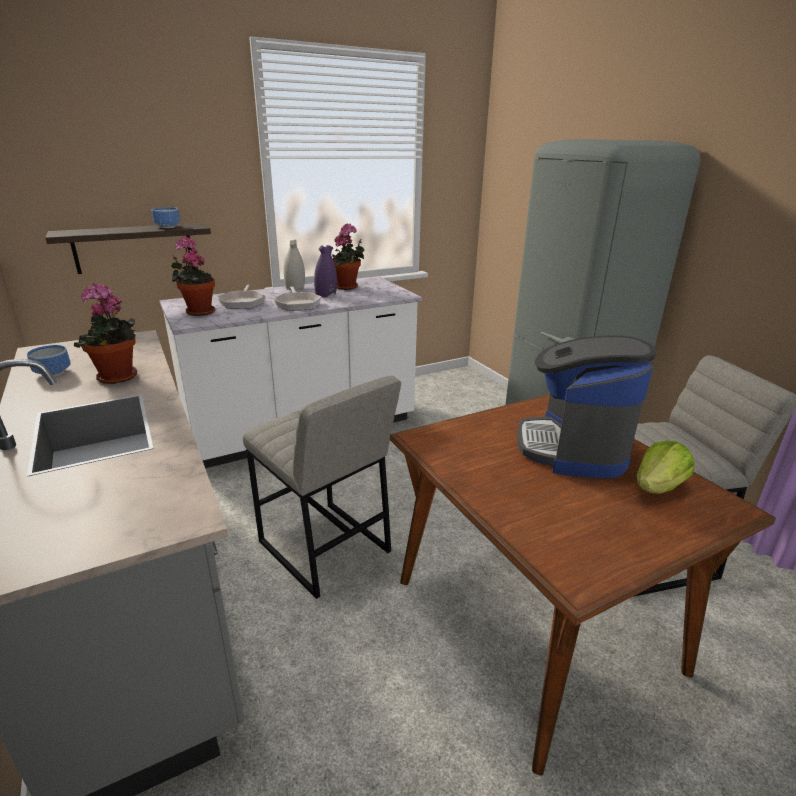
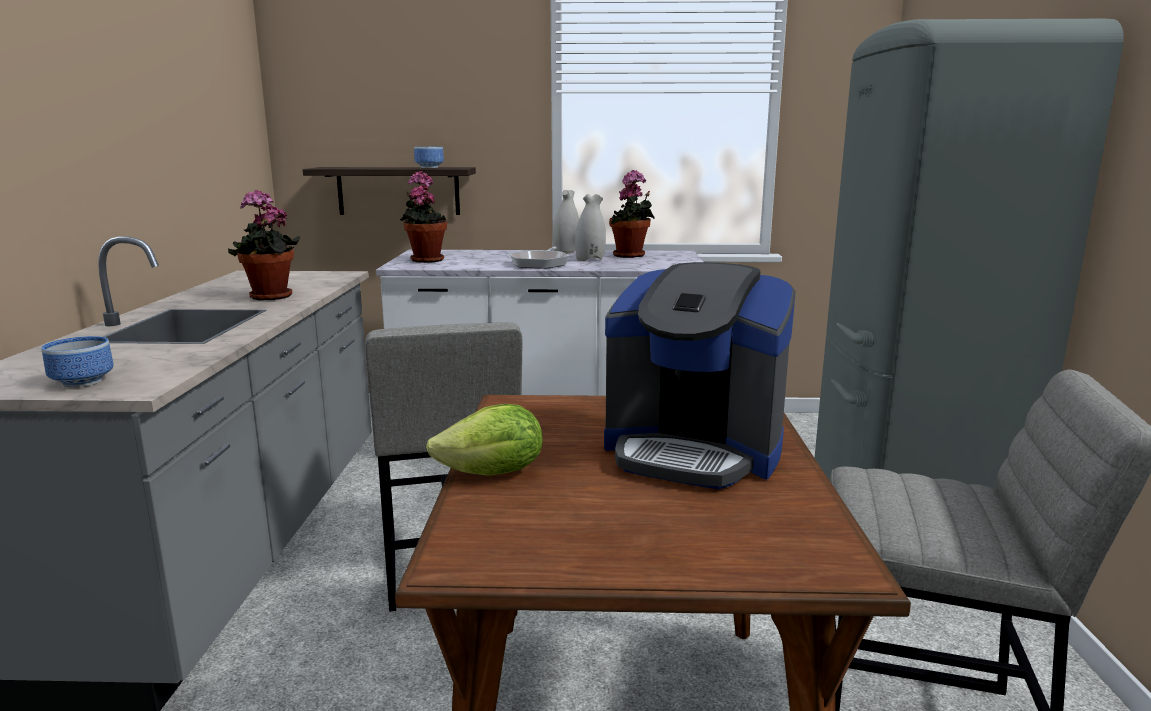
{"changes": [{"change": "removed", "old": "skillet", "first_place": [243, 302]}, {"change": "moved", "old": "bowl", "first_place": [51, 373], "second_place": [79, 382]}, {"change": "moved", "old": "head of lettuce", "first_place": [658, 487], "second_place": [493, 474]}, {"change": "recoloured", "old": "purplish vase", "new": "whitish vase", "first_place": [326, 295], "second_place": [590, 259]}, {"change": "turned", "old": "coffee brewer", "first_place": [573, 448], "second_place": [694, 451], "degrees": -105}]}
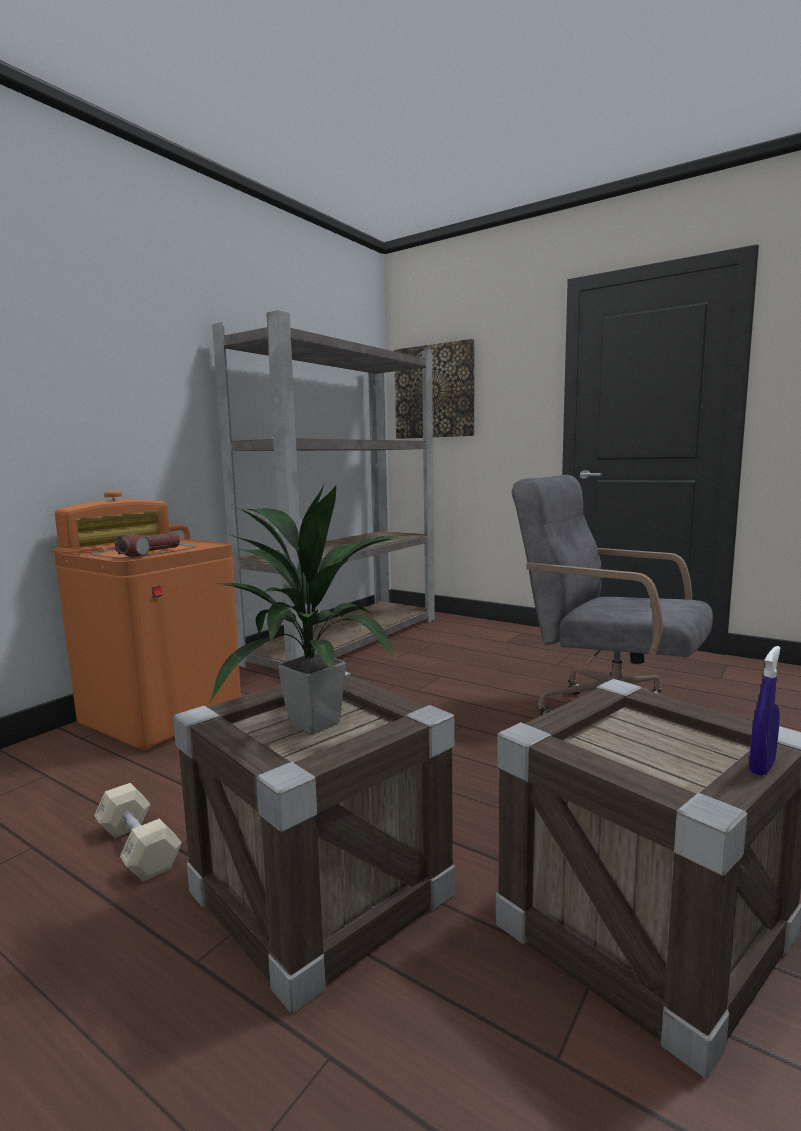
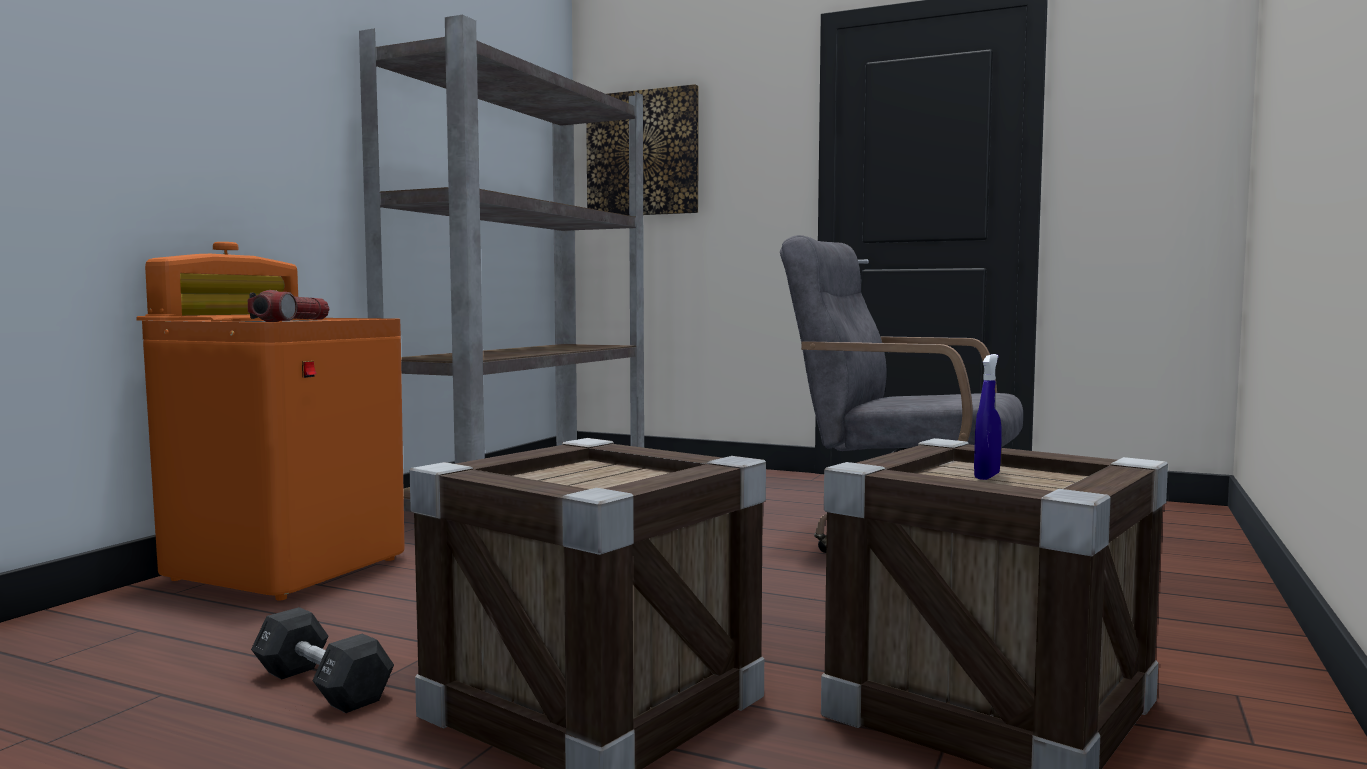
{"changes": [{"change": "removed", "old": "potted plant", "first_place": [313, 722]}, {"change": "moved", "old": "bluish hand sprayer", "first_place": [762, 767], "second_place": [987, 476]}, {"change": "recoloured", "old": "beige-coloured dumbbell", "new": "black dumbbell", "first_place": [138, 848], "second_place": [322, 686]}]}
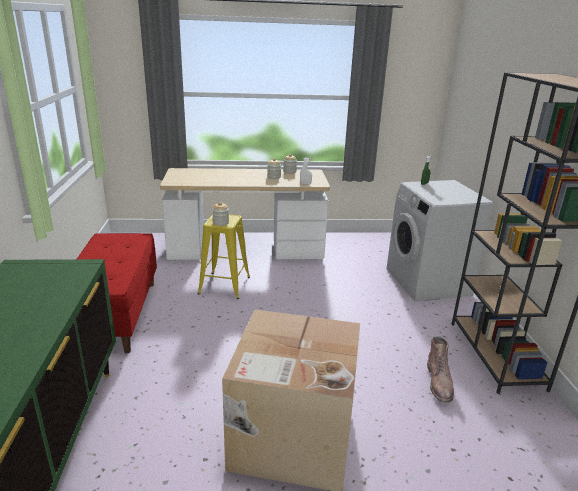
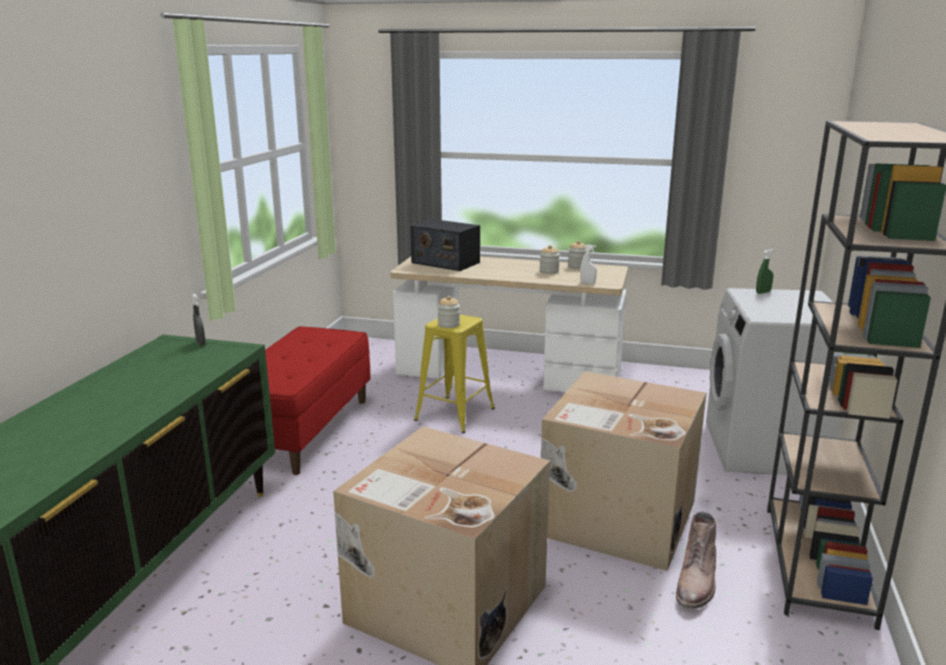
{"changes": [{"change": "added", "new": "gray hand sprayer", "second_place": [201, 343]}, {"change": "added", "new": "radio receiver", "second_place": [445, 262]}, {"change": "added", "new": "packing box", "second_place": [616, 518]}]}
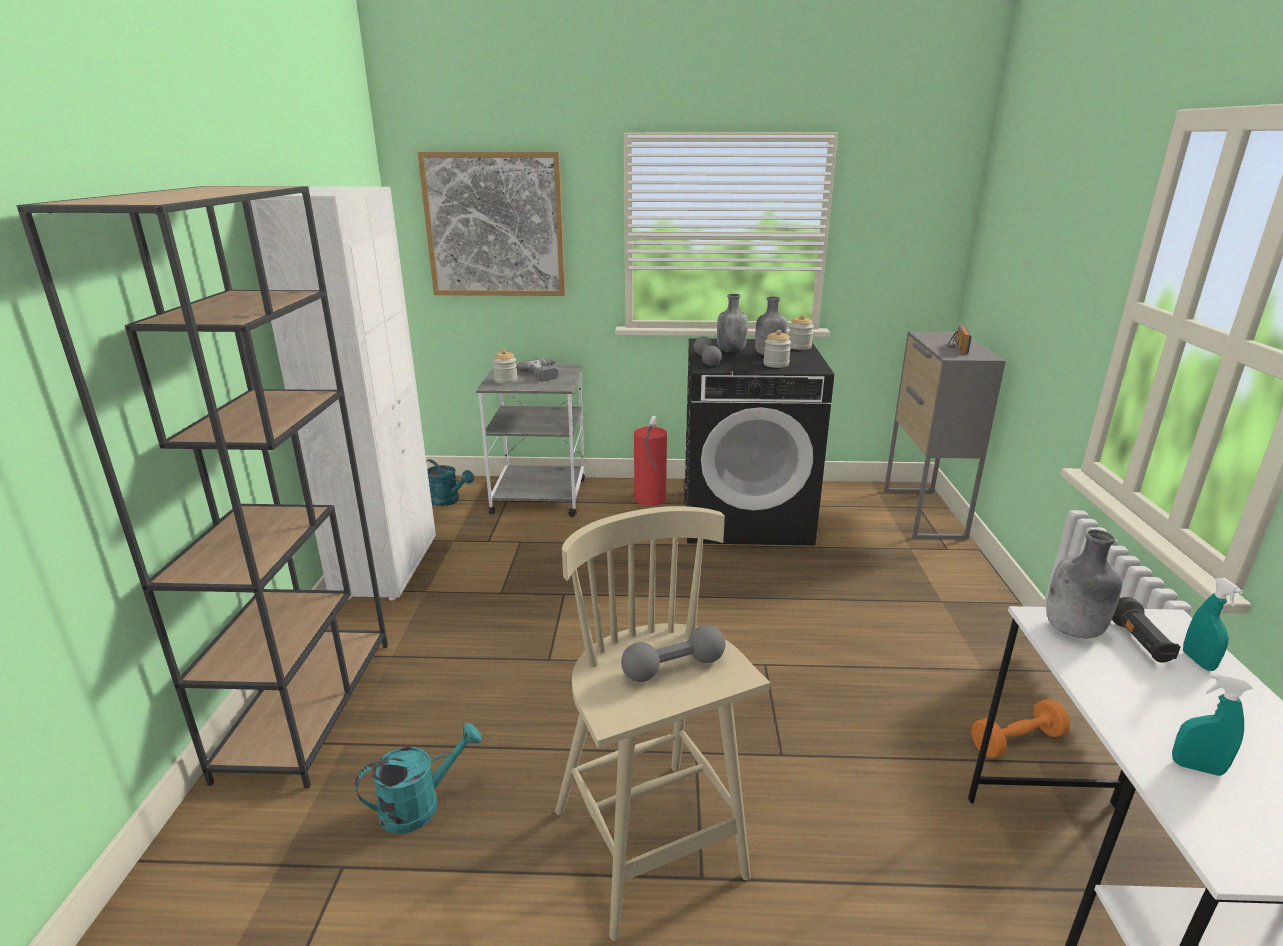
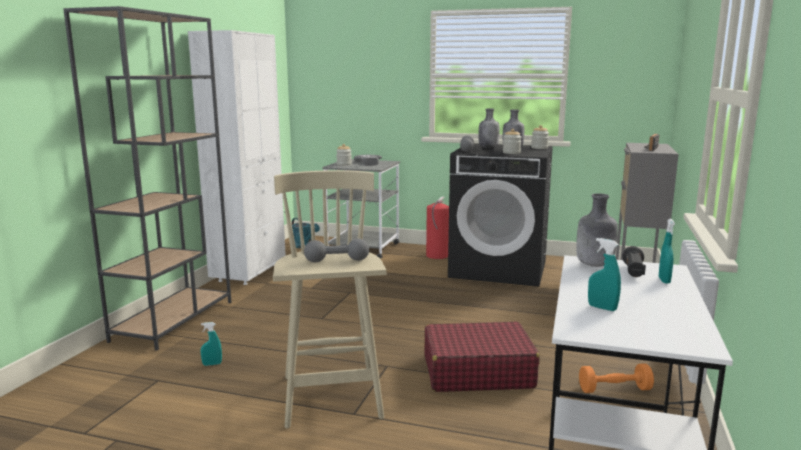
{"changes": [{"change": "removed", "old": "wall art", "first_place": [495, 225]}, {"change": "added", "new": "red suitcase", "second_place": [477, 371]}, {"change": "replaced", "old": "turquoise-coloured watering pot", "new": "turquoise-coloured hand sprayer", "first_place": [420, 804], "second_place": [212, 364]}]}
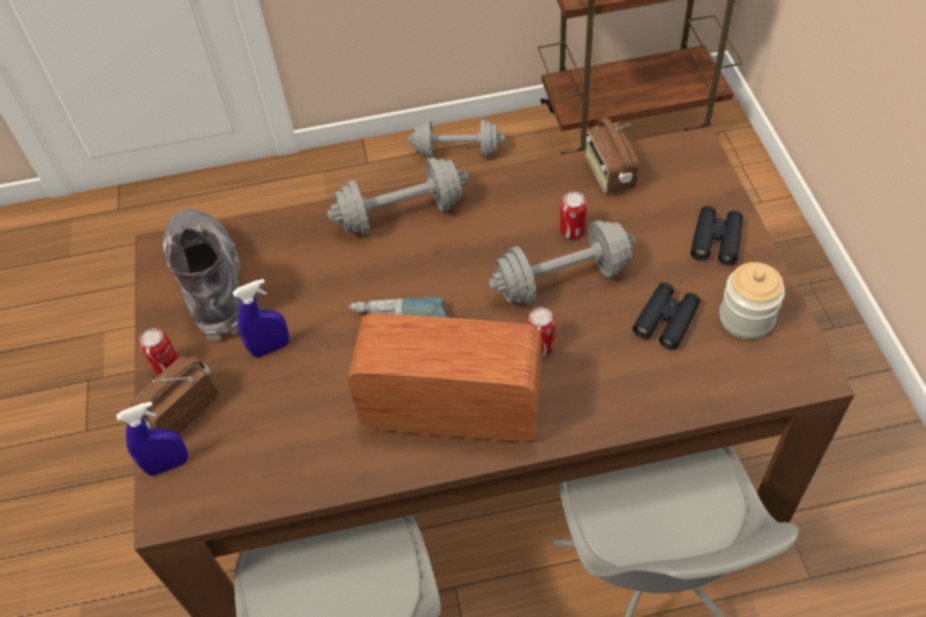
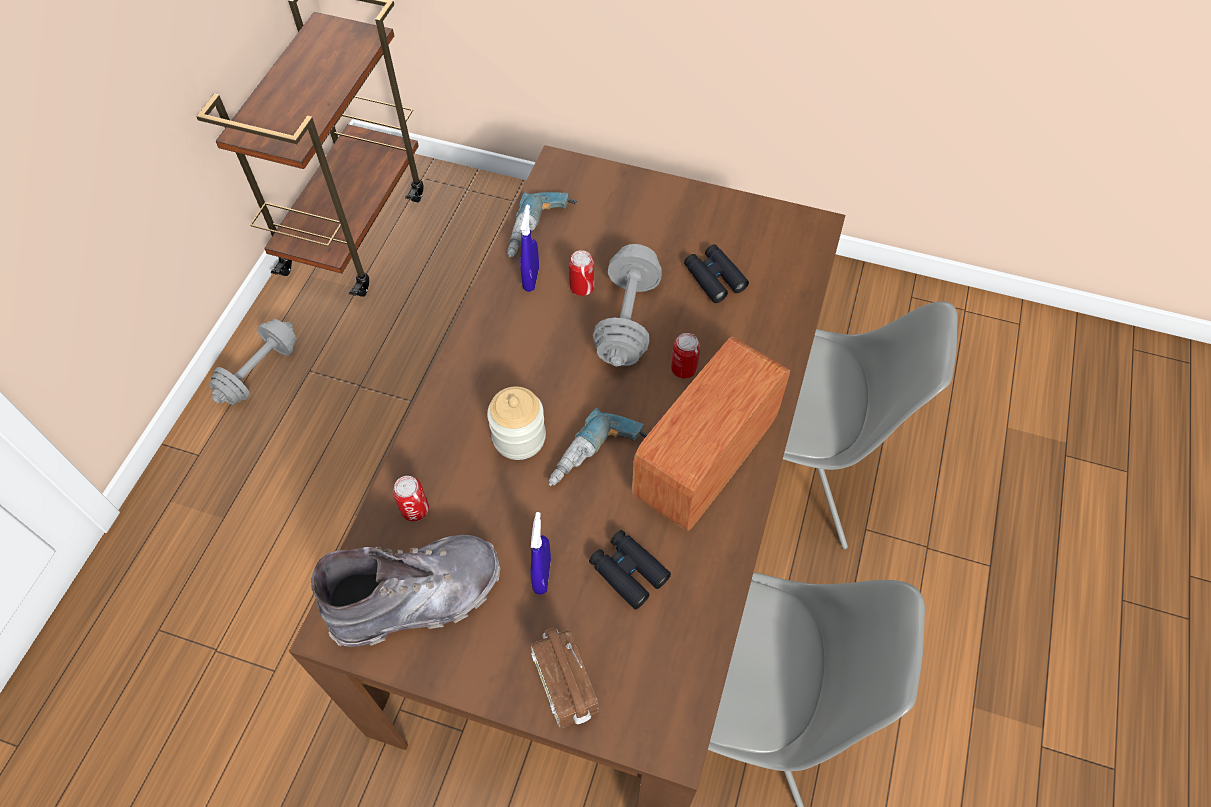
{"changes": [{"change": "removed", "old": "gray dumbbell", "first_place": [401, 214]}, {"change": "moved", "old": "bluish hand sprayer", "first_place": [168, 465], "second_place": [531, 279]}, {"change": "moved", "old": "sealed can", "first_place": [167, 366], "second_place": [415, 509]}, {"change": "moved", "old": "black field glasses", "first_place": [716, 240], "second_place": [628, 572]}, {"change": "moved", "old": "preserve jar", "first_place": [746, 318], "second_place": [519, 437]}, {"change": "replaced", "old": "radio receiver", "new": "power drill", "first_place": [608, 174], "second_place": [541, 232]}, {"change": "turned", "old": "gray boot", "first_place": [211, 282], "second_place": [418, 598], "degrees": 150}]}
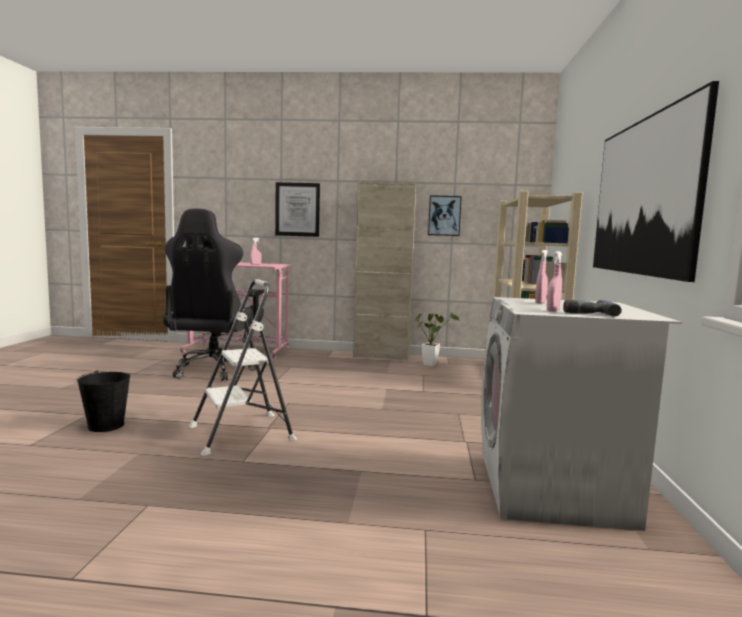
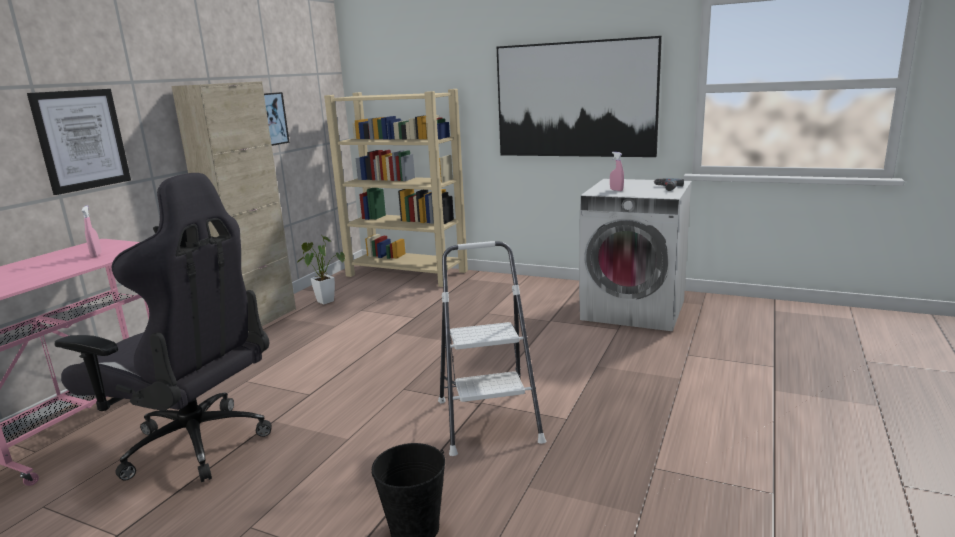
{"changes": [{"change": "removed", "old": "pinkish hand sprayer", "first_place": [553, 310]}]}
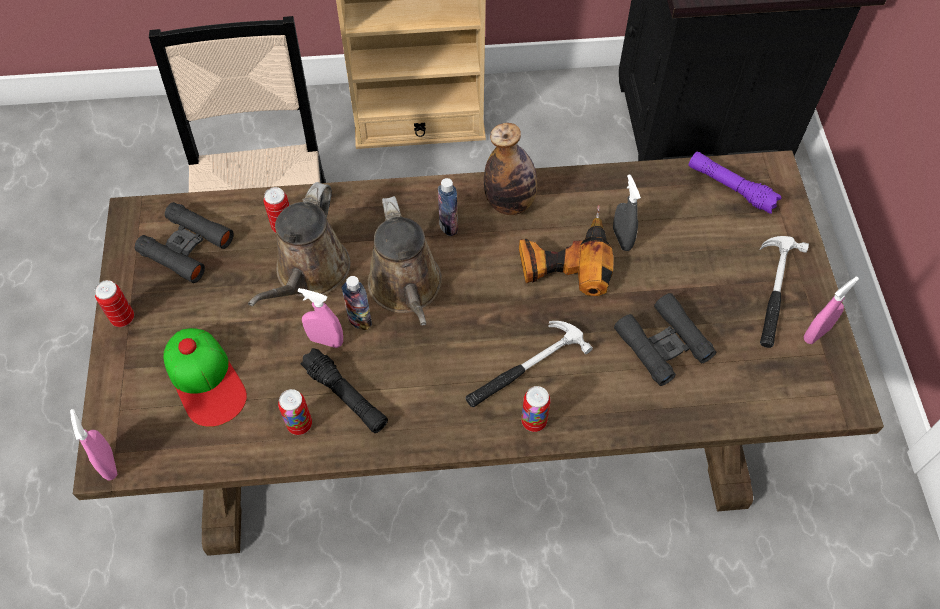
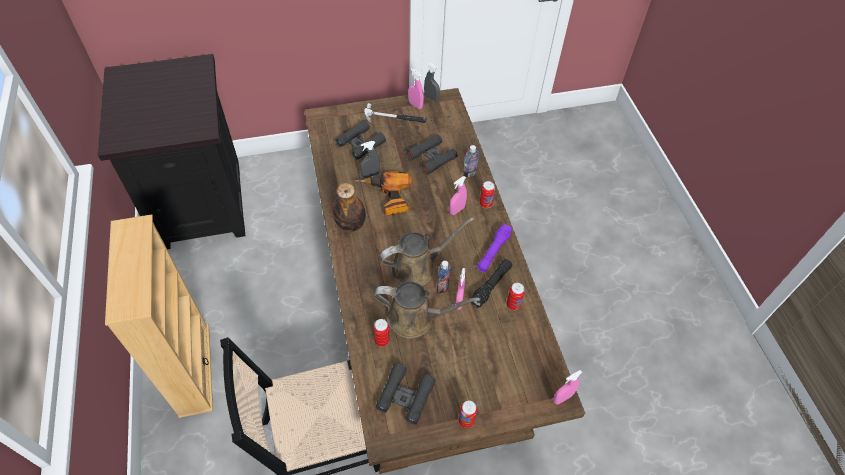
{"changes": [{"change": "removed", "old": "peaked cap", "first_place": [205, 380]}, {"change": "added", "new": "black field glasses", "second_place": [360, 143]}, {"change": "added", "new": "gray hand sprayer", "second_place": [431, 98]}, {"change": "moved", "old": "bottle", "first_place": [448, 226], "second_place": [469, 173]}, {"change": "moved", "old": "purplish hand torch", "first_place": [730, 188], "second_place": [493, 251]}, {"change": "replaced", "old": "hammer", "new": "pinkish hand sprayer", "first_place": [524, 368], "second_place": [457, 210]}]}
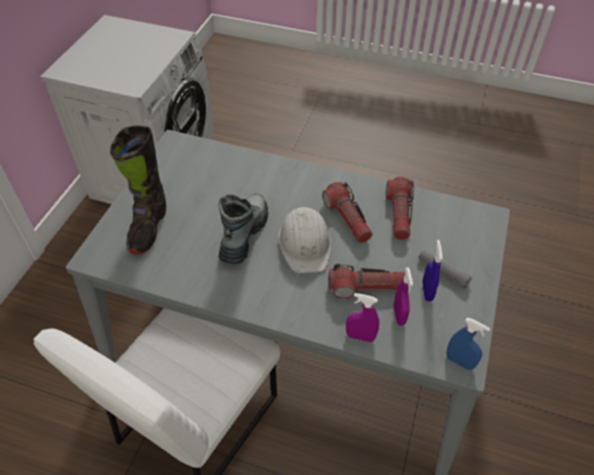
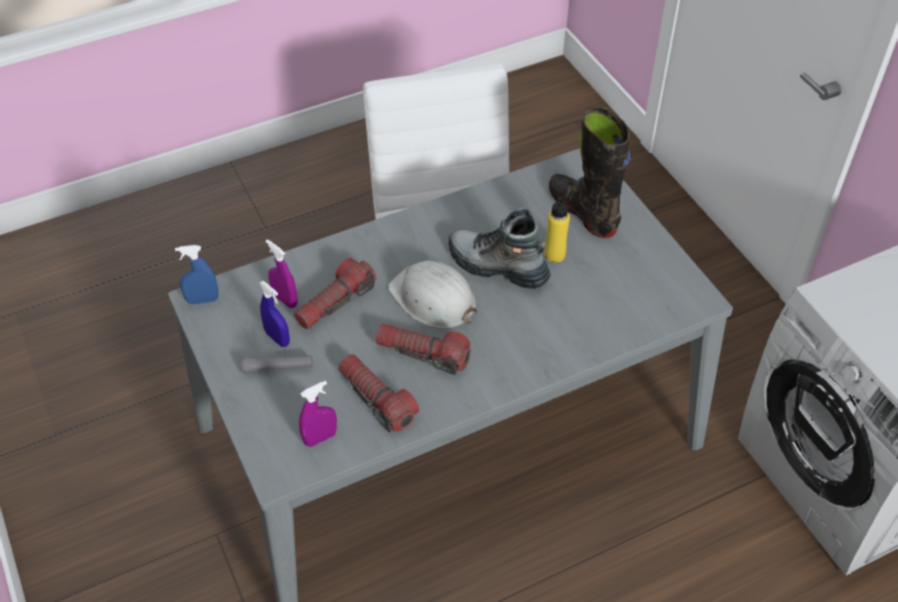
{"changes": [{"change": "added", "new": "yellow bottle", "second_place": [554, 254]}, {"change": "moved", "old": "purplish hand sprayer", "first_place": [360, 337], "second_place": [320, 438]}, {"change": "turned", "old": "boot", "first_place": [244, 234], "second_place": [497, 266], "degrees": 150}]}
